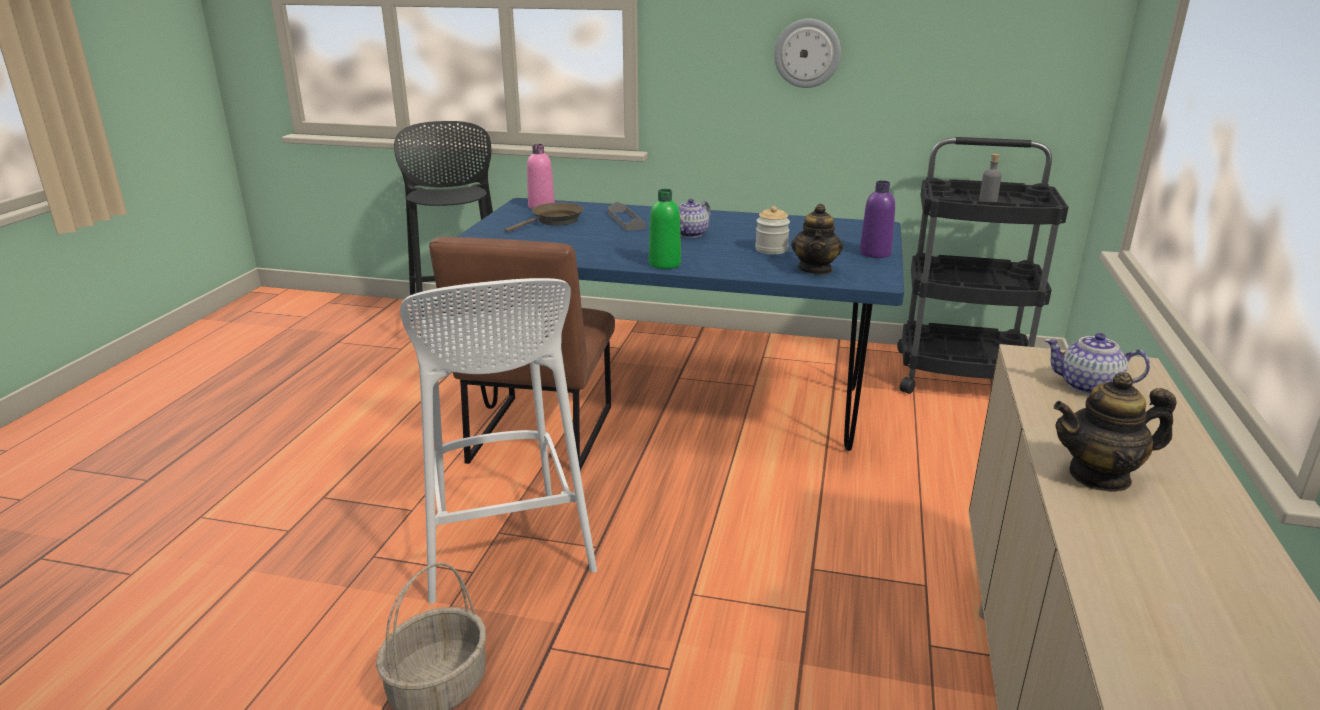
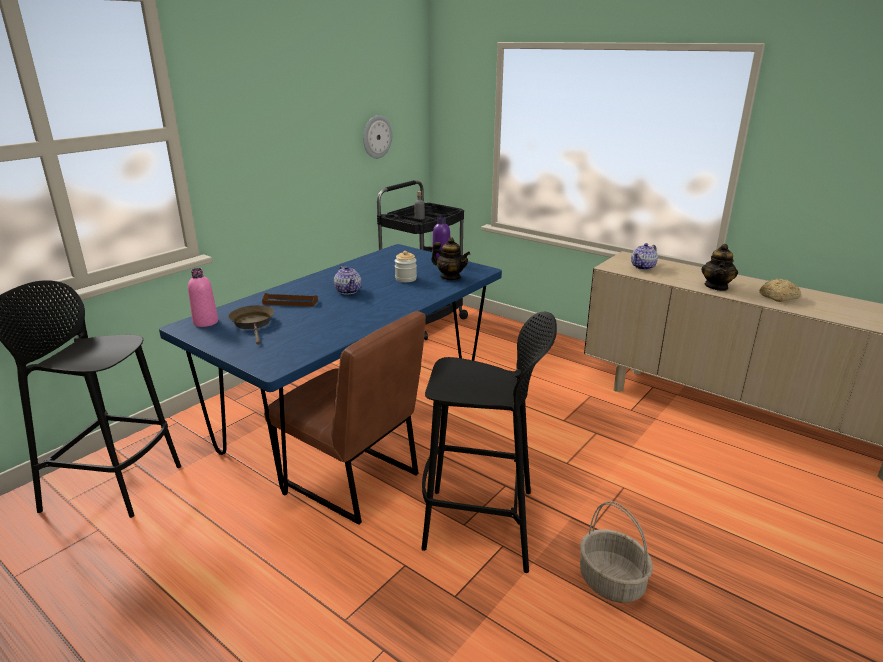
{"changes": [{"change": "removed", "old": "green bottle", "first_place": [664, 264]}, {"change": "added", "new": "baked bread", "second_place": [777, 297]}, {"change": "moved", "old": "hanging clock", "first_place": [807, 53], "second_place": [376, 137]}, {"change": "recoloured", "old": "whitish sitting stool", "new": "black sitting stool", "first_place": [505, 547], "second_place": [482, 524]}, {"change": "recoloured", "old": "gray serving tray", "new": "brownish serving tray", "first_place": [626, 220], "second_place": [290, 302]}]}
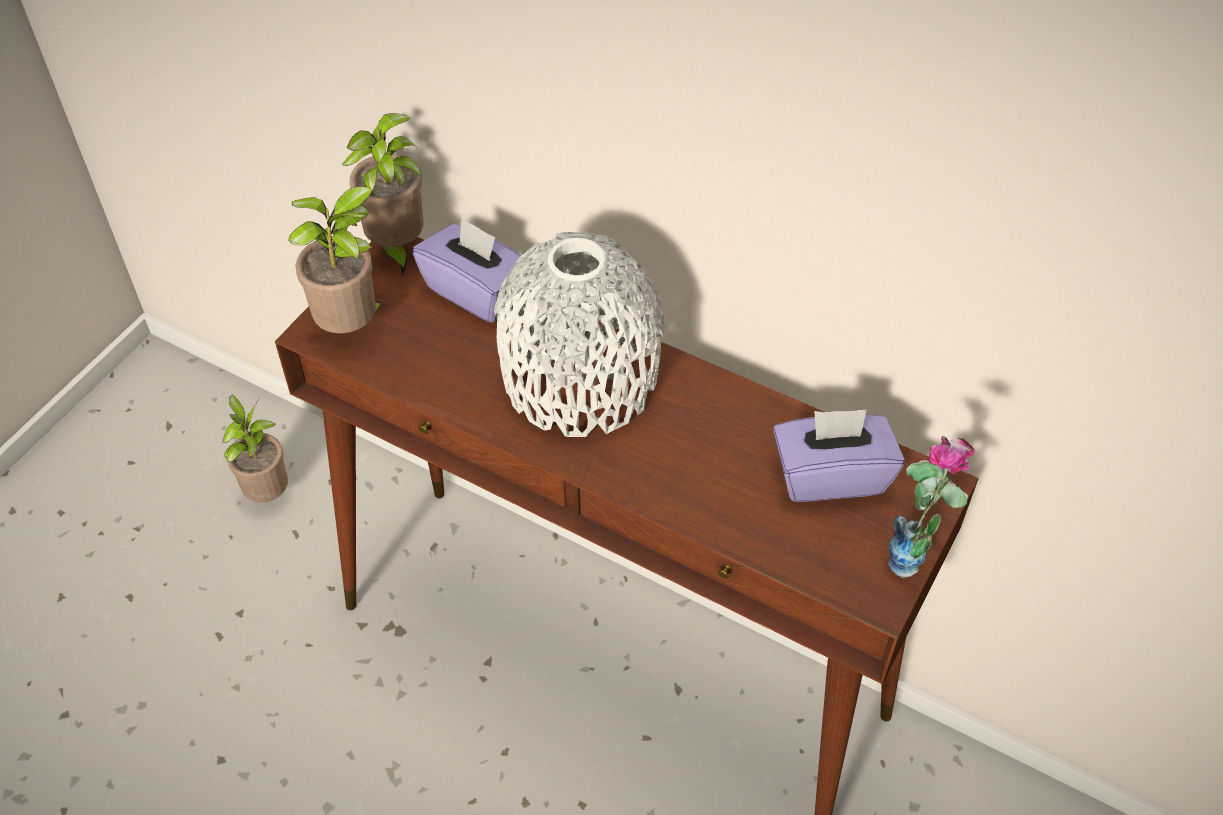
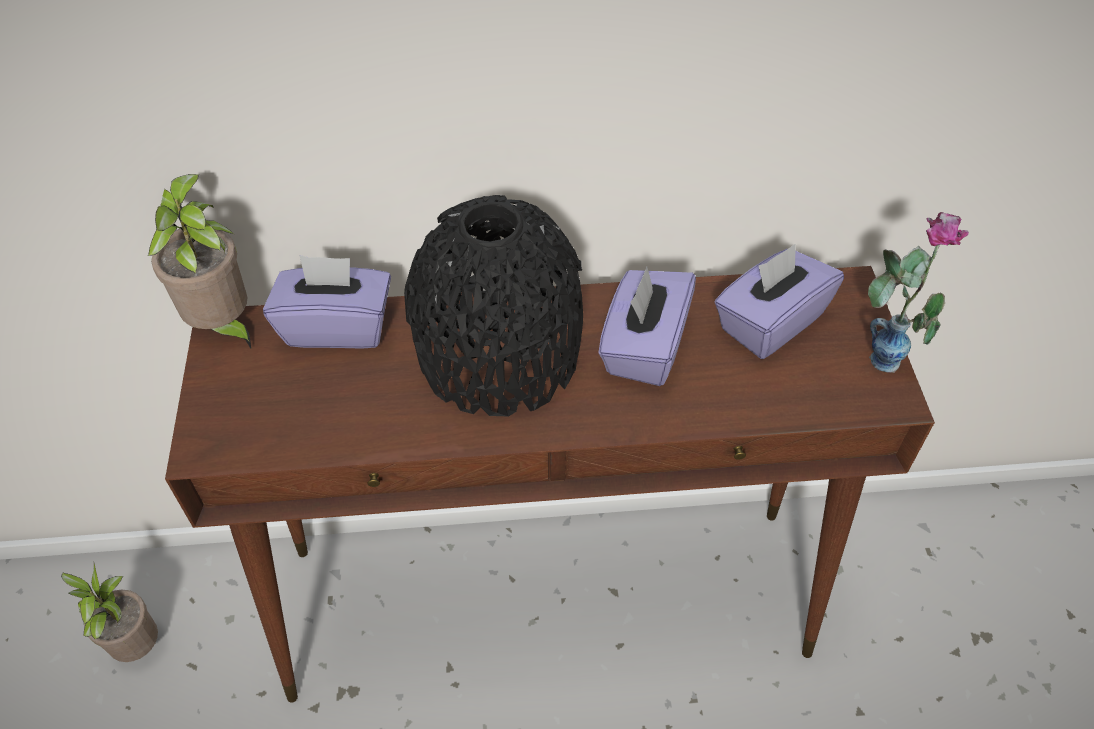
{"changes": [{"change": "removed", "old": "potted plant", "first_place": [353, 327]}, {"change": "added", "new": "purplish box of tissues", "second_place": [643, 347]}, {"change": "recoloured", "old": "whitish vase", "new": "black vase", "first_place": [580, 378], "second_place": [498, 353]}]}
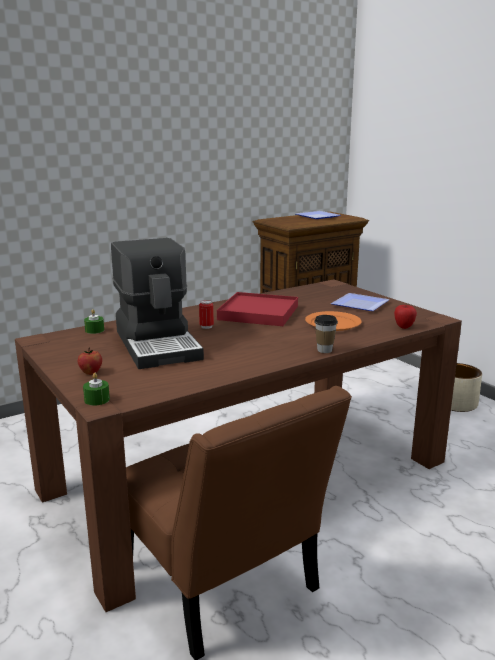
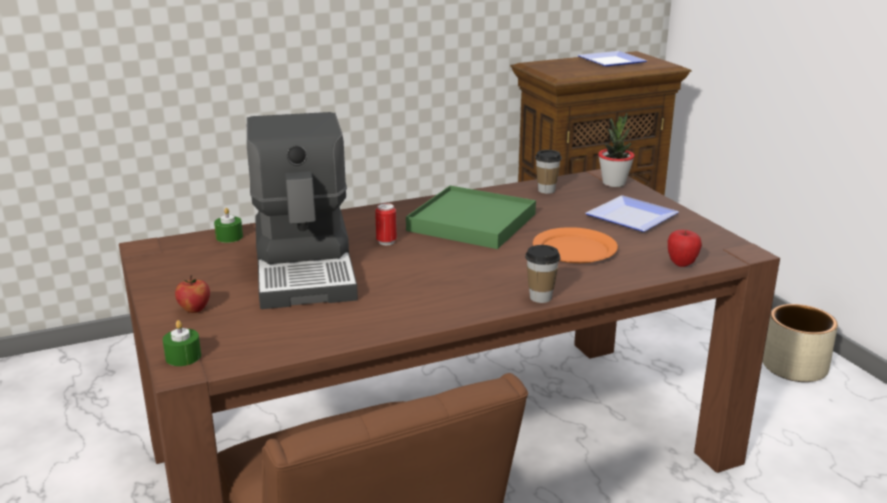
{"changes": [{"change": "added", "new": "cup", "second_place": [546, 190]}, {"change": "added", "new": "potted plant", "second_place": [613, 183]}, {"change": "recoloured", "old": "red serving tray", "new": "green serving tray", "first_place": [258, 313], "second_place": [471, 222]}]}
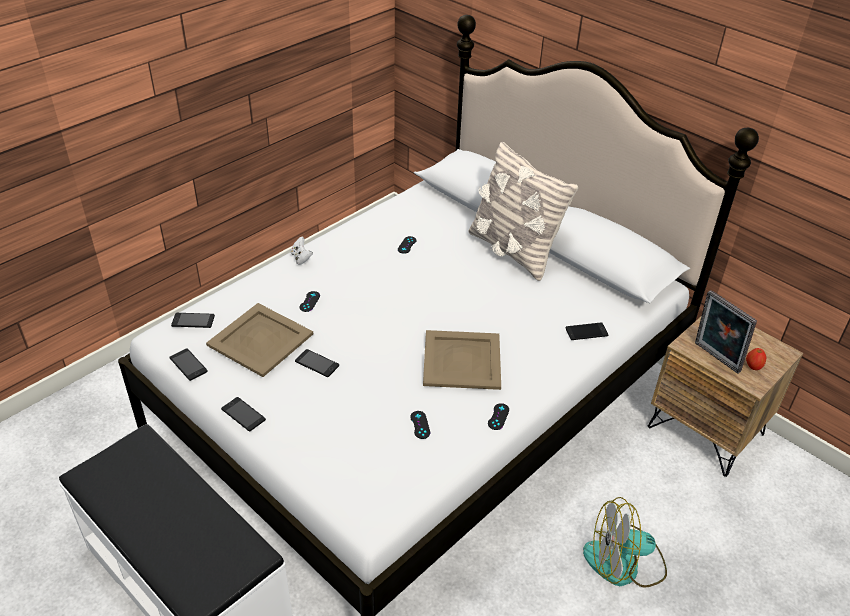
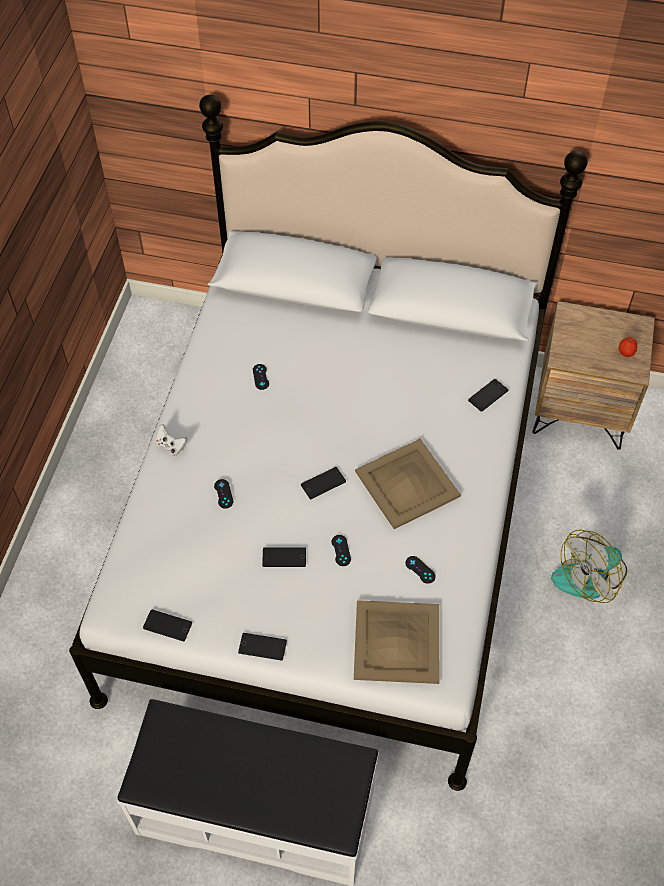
{"changes": [{"change": "removed", "old": "beige-coloured cushion", "first_place": [513, 251]}, {"change": "removed", "old": "photo frame", "first_place": [715, 358]}, {"change": "moved", "old": "handset", "first_place": [193, 321], "second_place": [323, 483]}, {"change": "moved", "old": "beige-coloured serving tray", "first_place": [260, 339], "second_place": [396, 641]}, {"change": "moved", "old": "black game controller", "first_place": [498, 416], "second_place": [341, 550]}]}
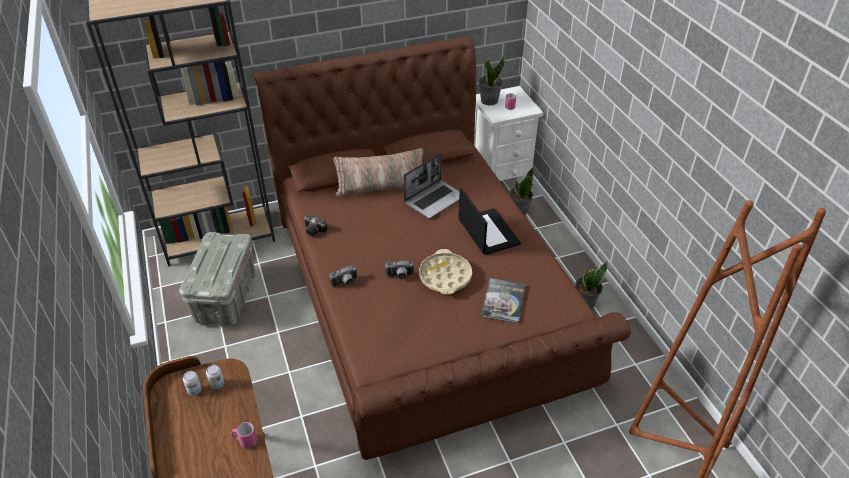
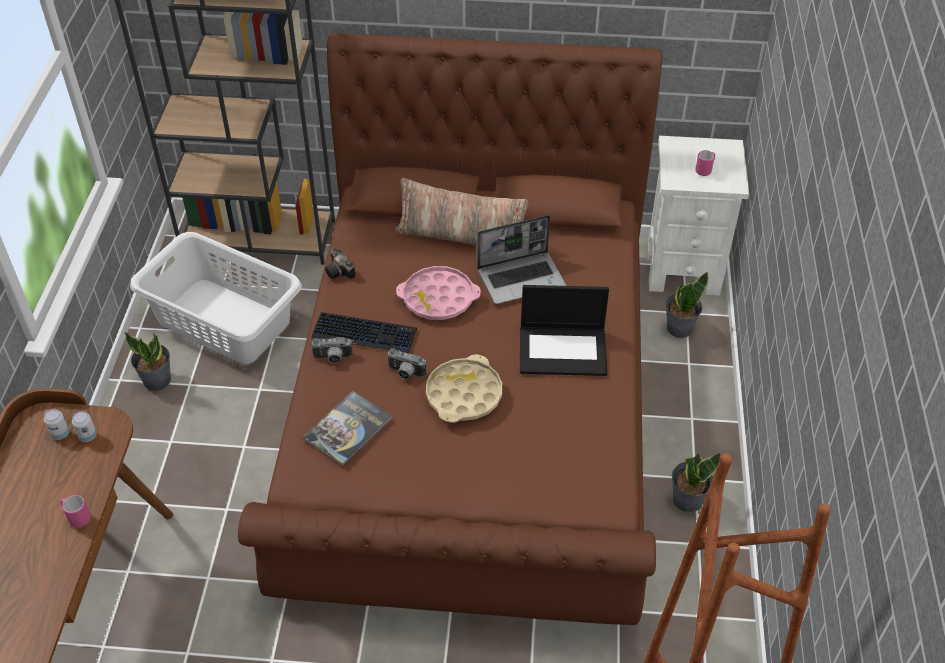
{"changes": [{"change": "added", "new": "keyboard", "second_place": [364, 334]}, {"change": "added", "new": "pinkish serving tray", "second_place": [438, 298]}, {"change": "moved", "old": "potted plant", "first_place": [489, 100], "second_place": [157, 380]}, {"change": "moved", "old": "volume", "first_place": [503, 301], "second_place": [348, 429]}, {"change": "replaced", "old": "gray storage container", "new": "whitish laundry basket", "first_place": [225, 297], "second_place": [224, 320]}, {"change": "turned", "old": "portable computer", "first_place": [487, 231], "second_place": [563, 350], "degrees": 90}]}
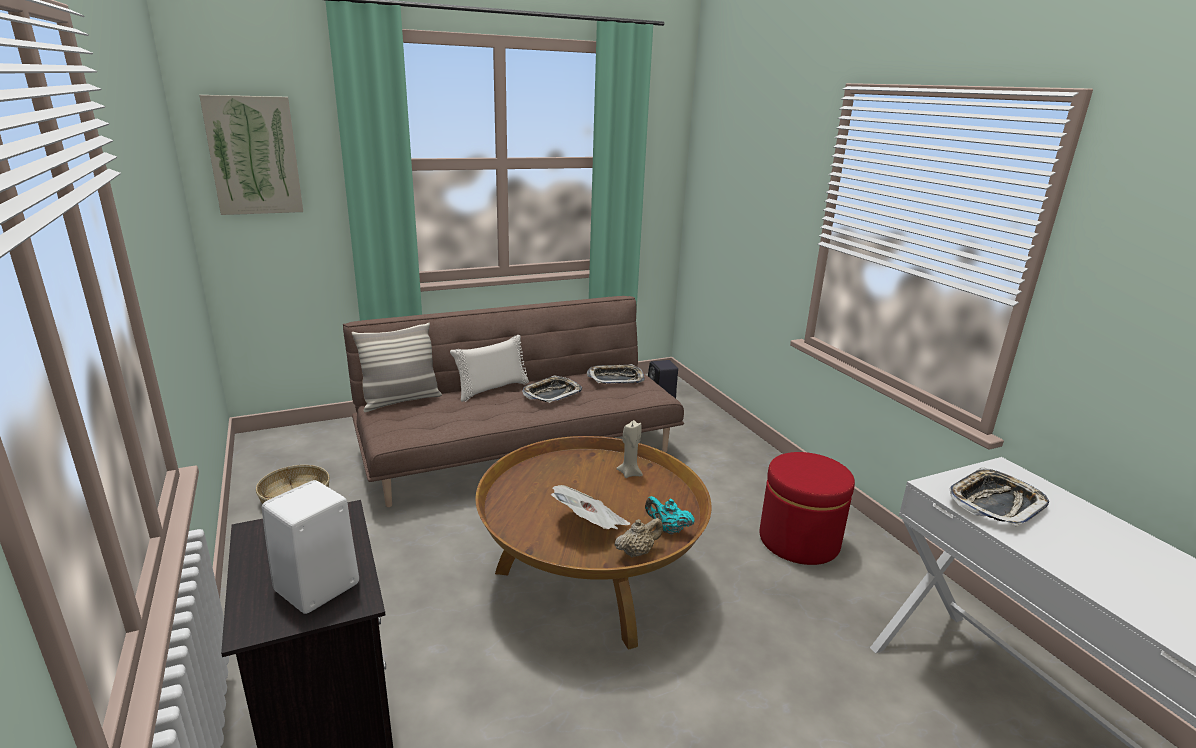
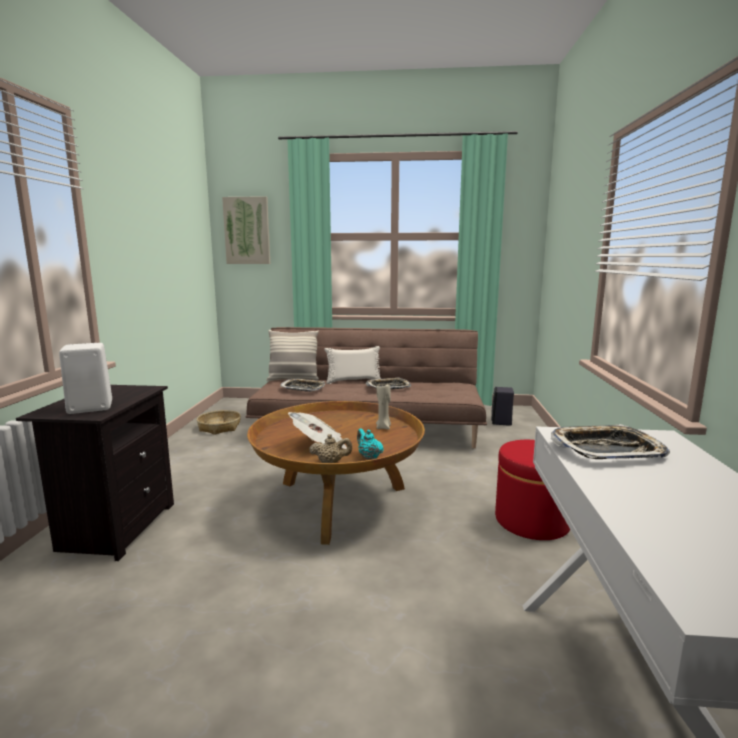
{"changes": [{"change": "moved", "old": "serving tray", "first_place": [615, 378], "second_place": [303, 388]}]}
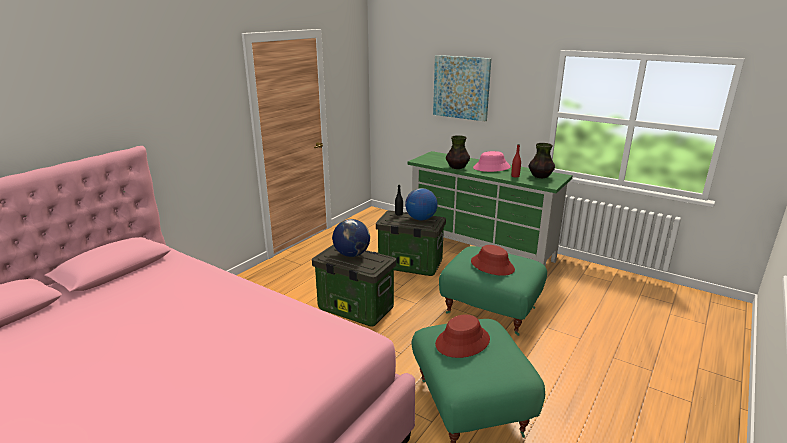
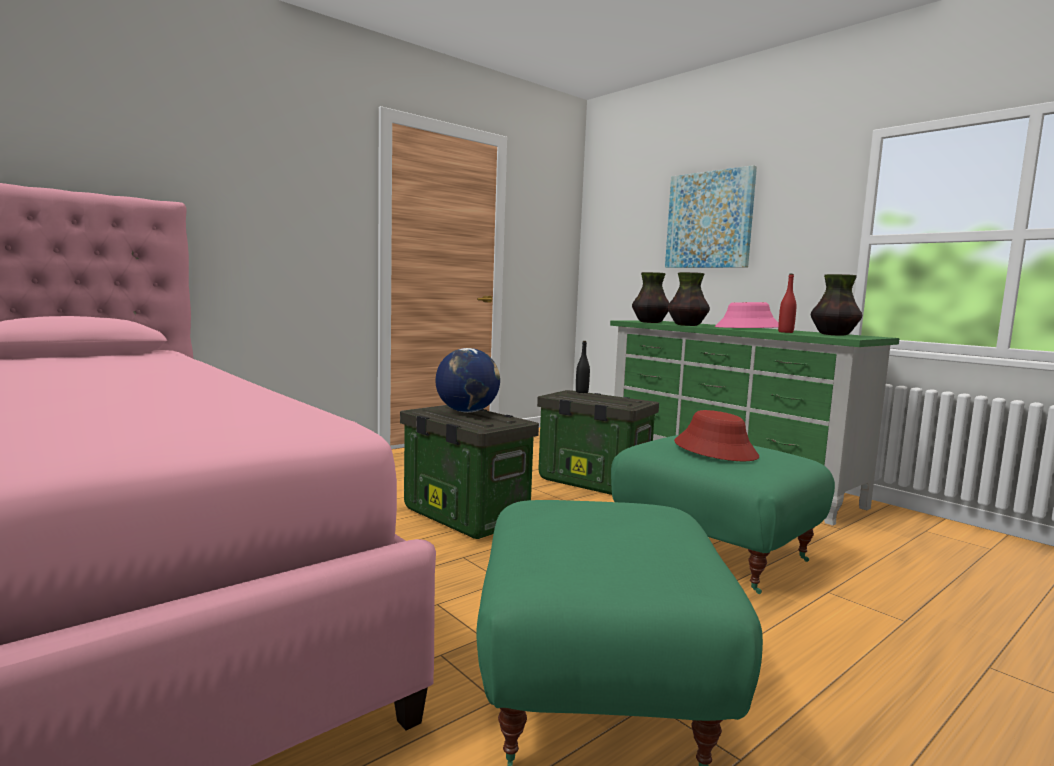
{"changes": [{"change": "removed", "old": "desk globe", "first_place": [420, 219]}, {"change": "removed", "old": "red clothing hat", "first_place": [462, 342]}, {"change": "added", "new": "vase", "second_place": [649, 322]}]}
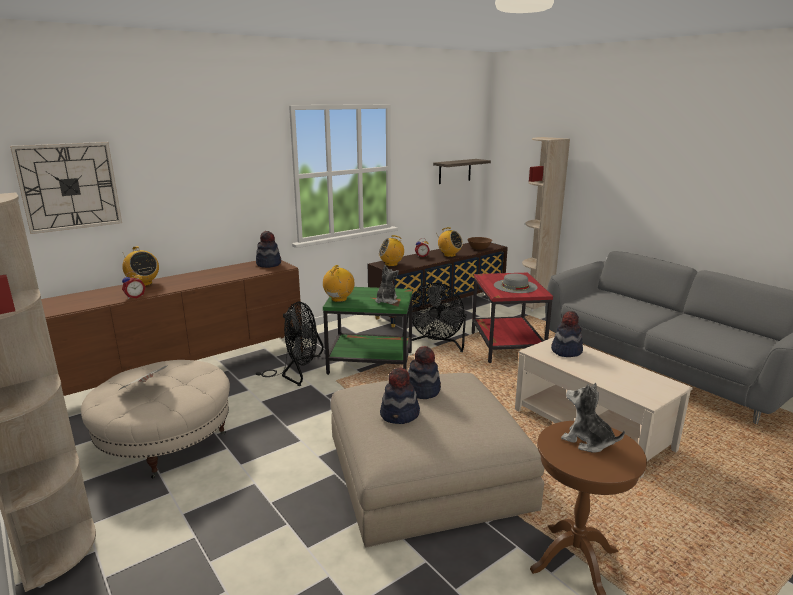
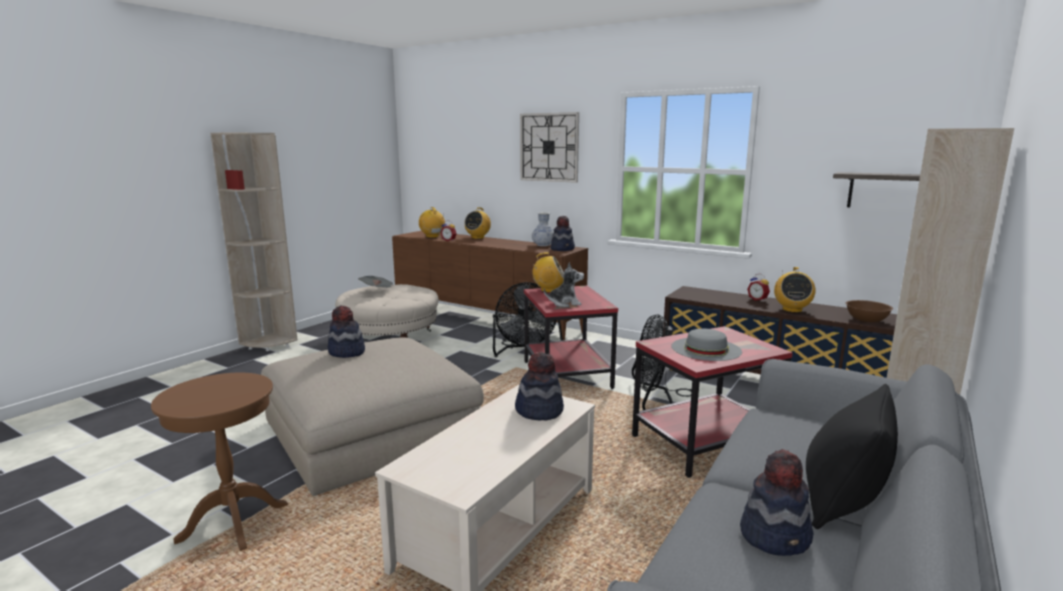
{"changes": [{"change": "removed", "old": "plush toy", "first_place": [587, 441]}, {"change": "added", "new": "vase", "second_place": [543, 245]}, {"change": "added", "new": "black cushion", "second_place": [842, 502]}, {"change": "moved", "old": "hanging clock", "first_place": [69, 186], "second_place": [549, 147]}, {"change": "moved", "old": "radio receiver", "first_place": [391, 264], "second_place": [432, 236]}, {"change": "moved", "old": "clothing hat", "first_place": [423, 390], "second_place": [776, 535]}, {"change": "recoloured", "old": "green end table", "new": "red end table", "first_place": [370, 363], "second_place": [565, 375]}]}
